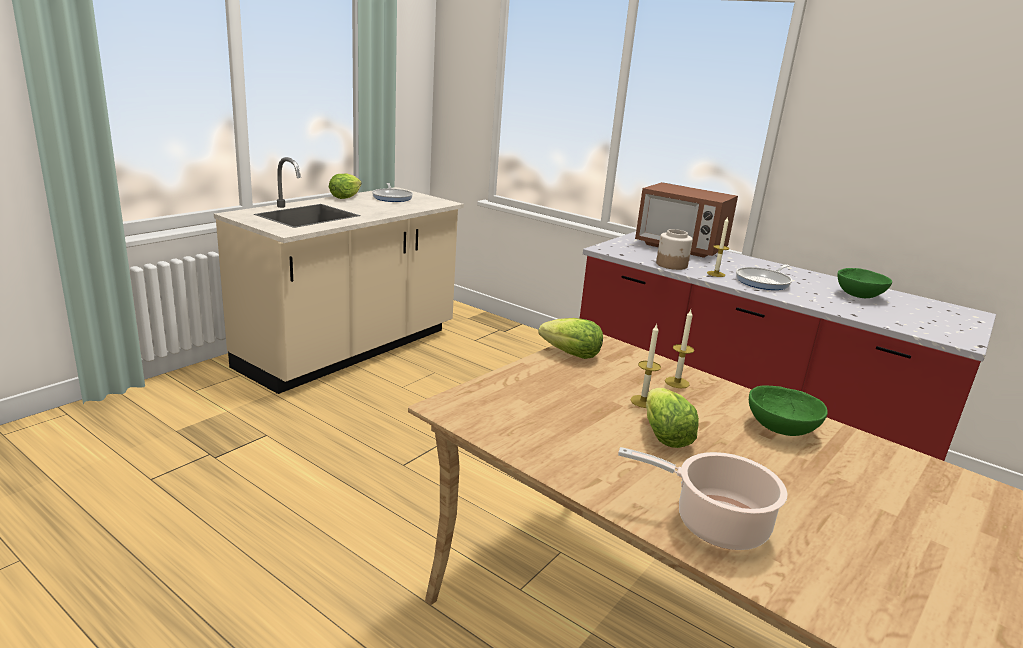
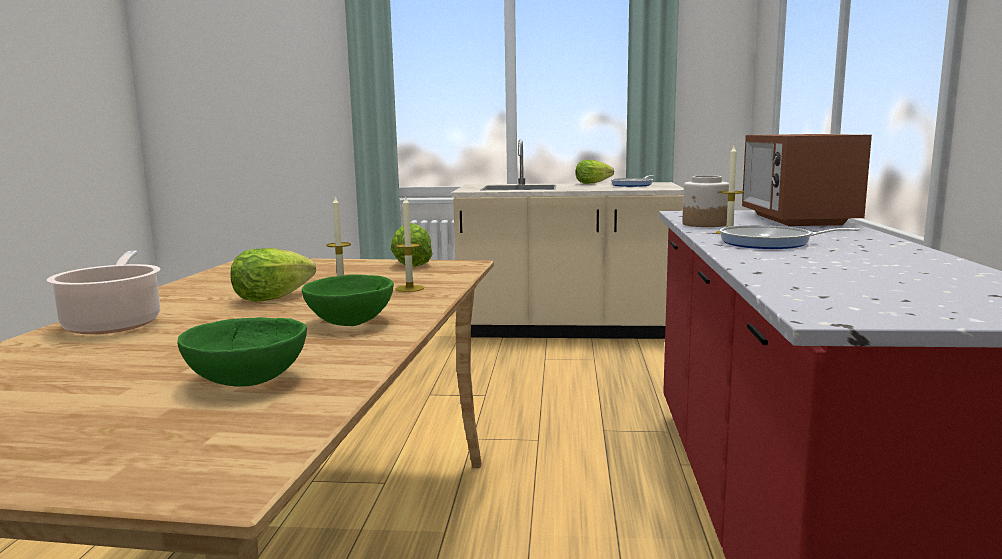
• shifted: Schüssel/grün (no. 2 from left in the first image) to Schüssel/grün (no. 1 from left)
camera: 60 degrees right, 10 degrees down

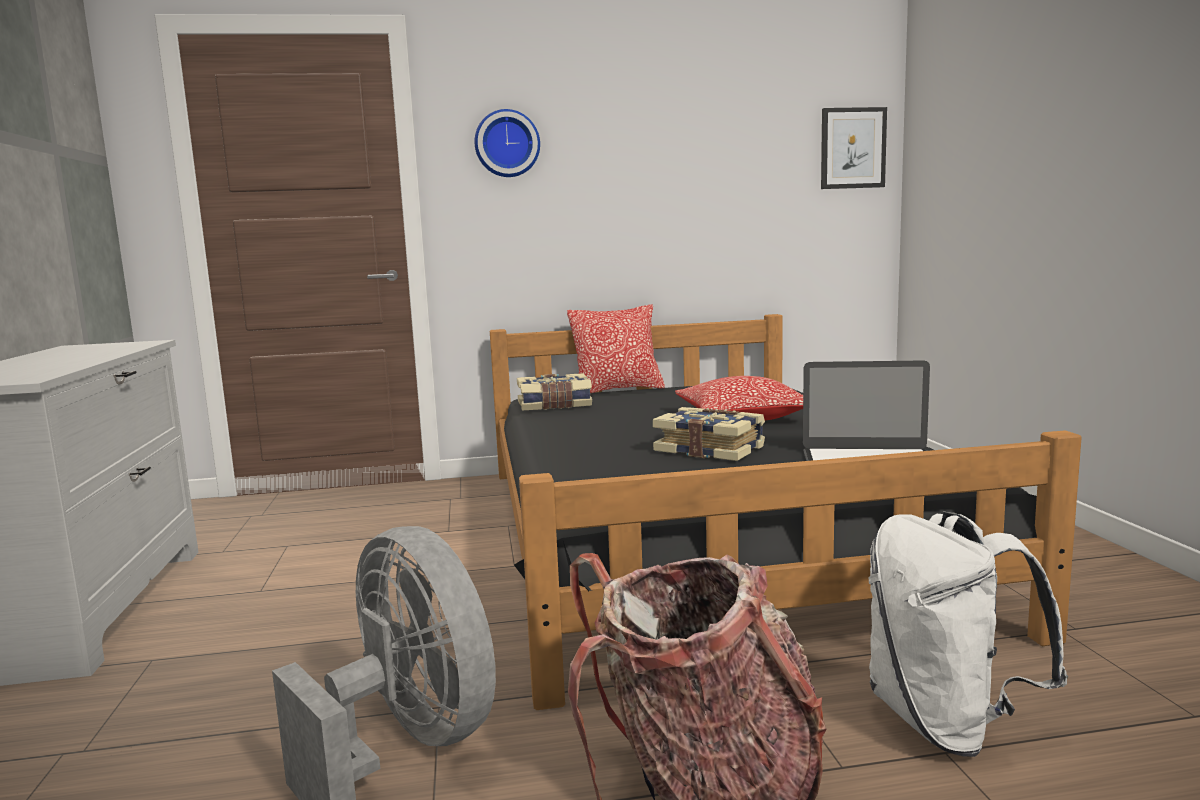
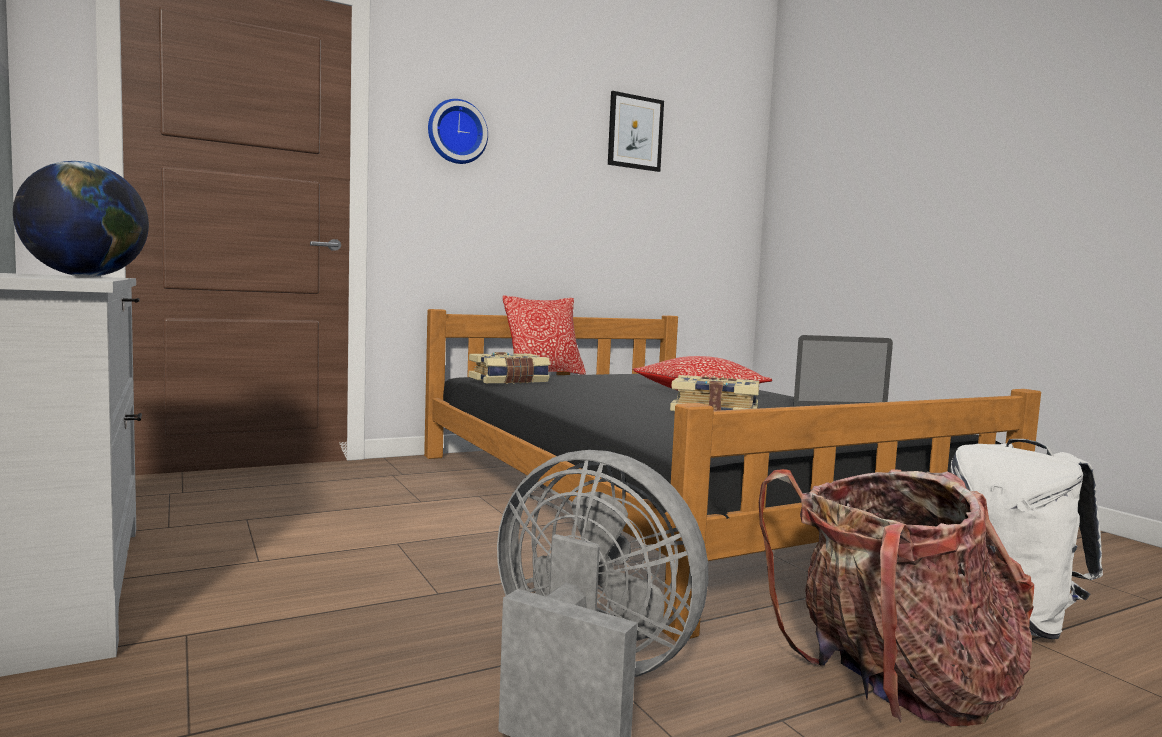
• shifted: Bild
• new: Globus
camera: 20 degrees left, 5 degrees down

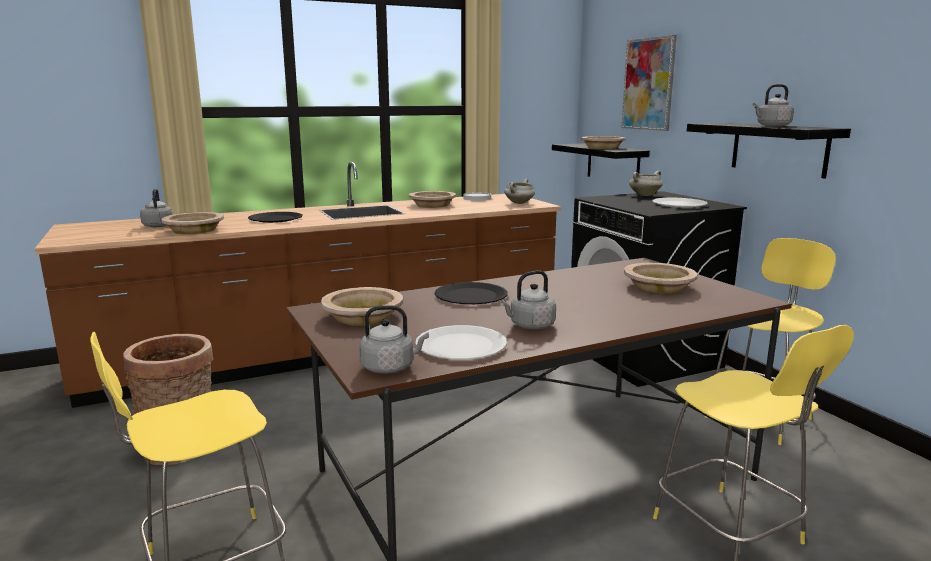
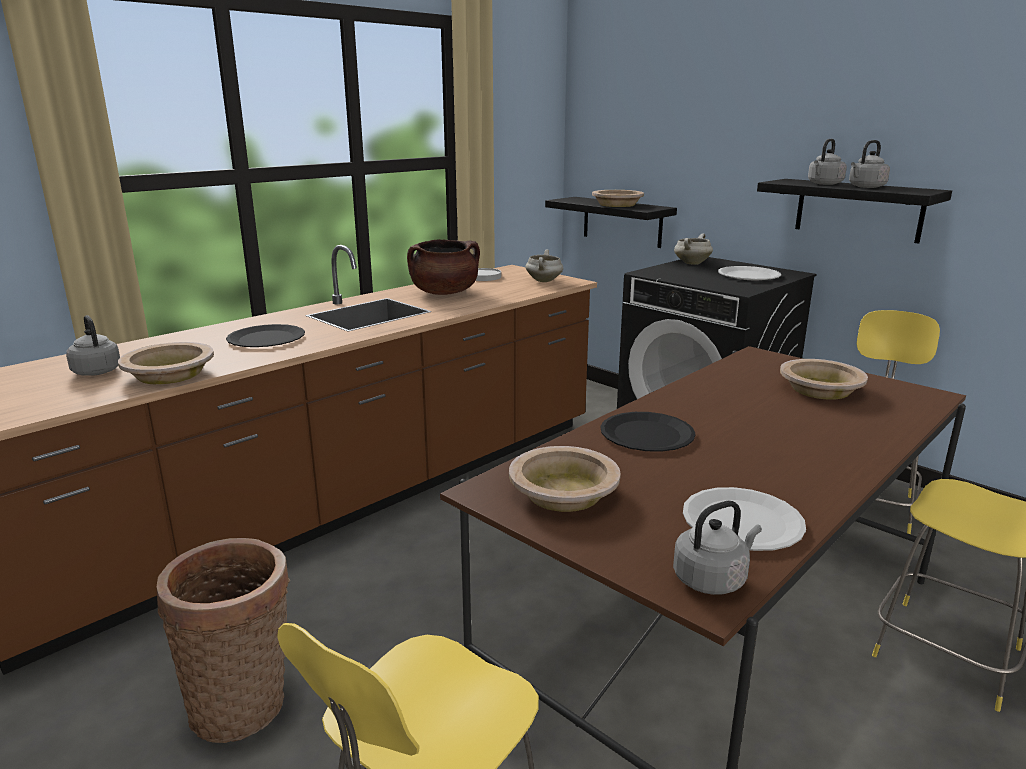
• gone: Bild
• swapped: Schüssel/beige (no. 3 from left) to Kochtopf/braun
• shifted: Wasserkessel/grau (no. 3 from left)
camera: 20 degrees left, 5 degrees up

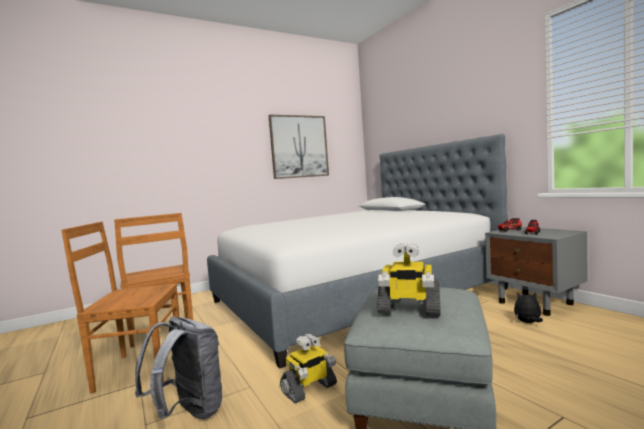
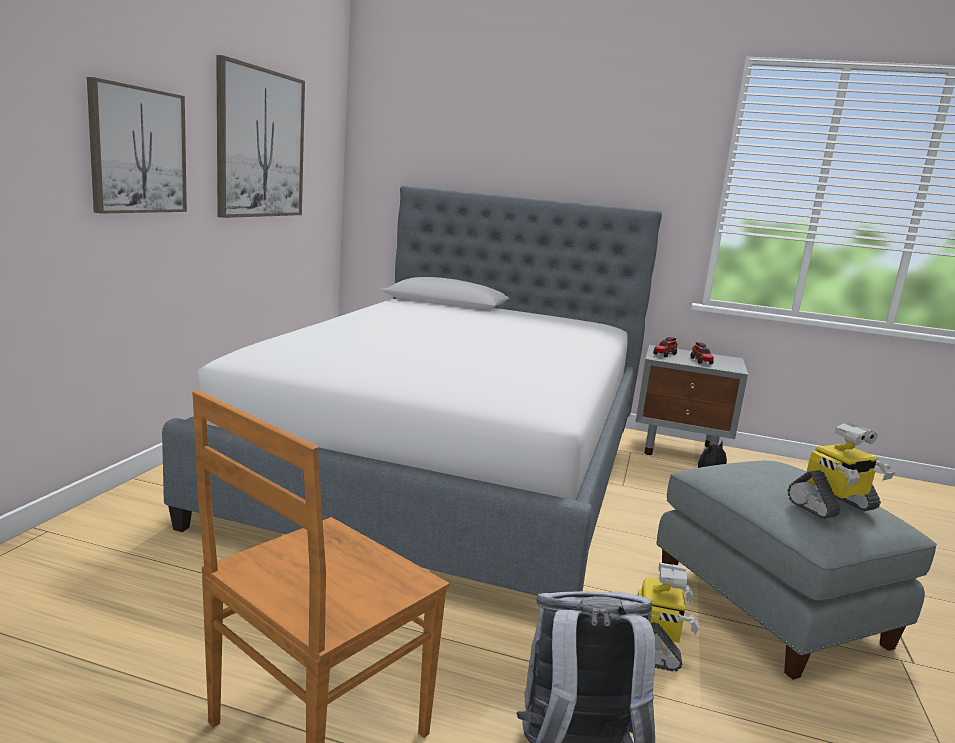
• gone: Stuhl/braun (no. 2 from left)
• new: Bild (no. 1 from left)
camera: 45 degrees left, 10 degrees up

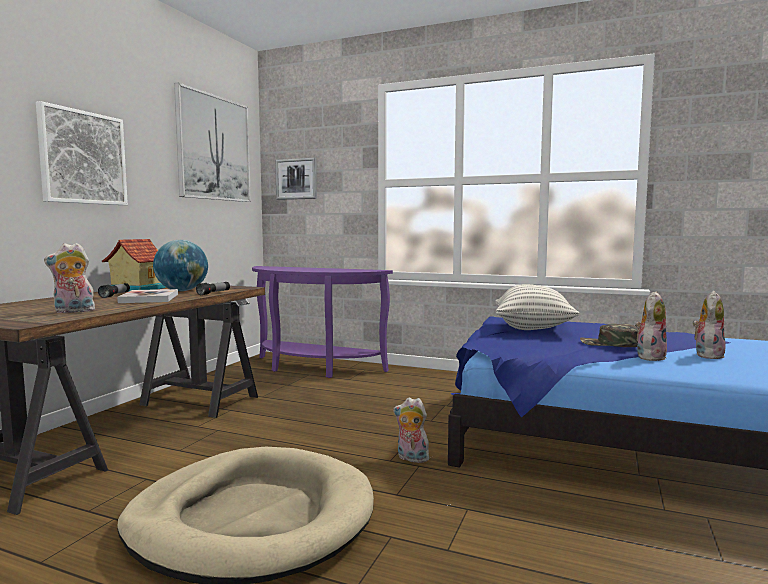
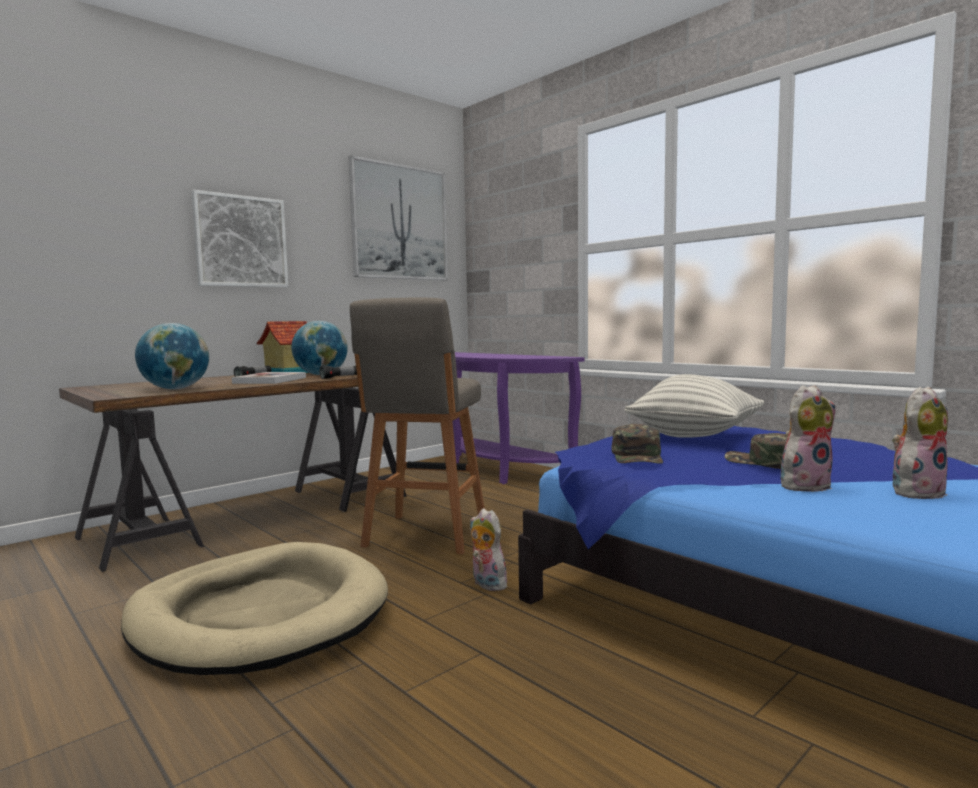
• gone: Bild (no. 3 from left)
• swapped: Plüschtier (no. 1 from left) to Globus (no. 1 from left)
• new: Hocker/grau
• new: Kappe/grün (no. 1 from left)
camera: 25 degrees right, 0 degrees up

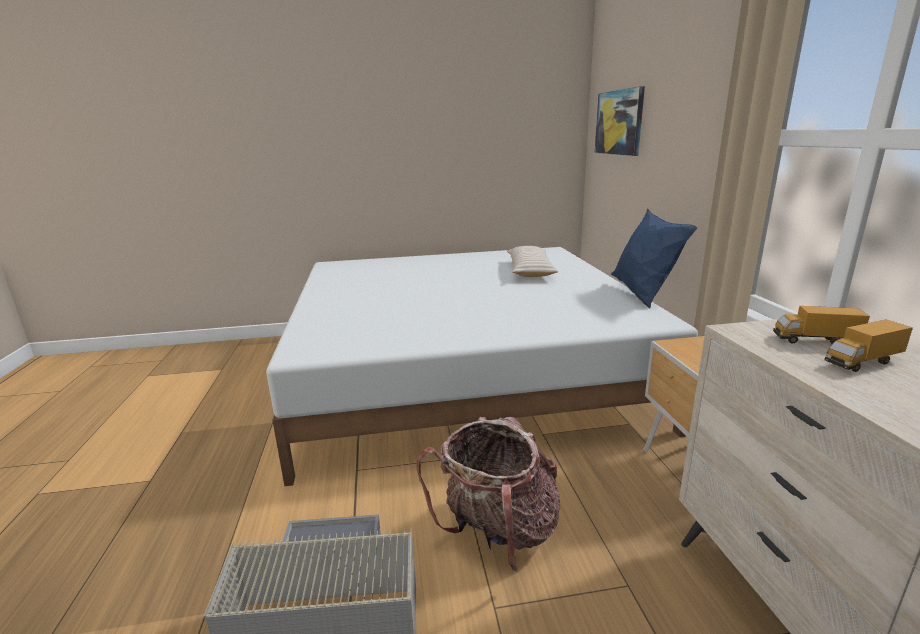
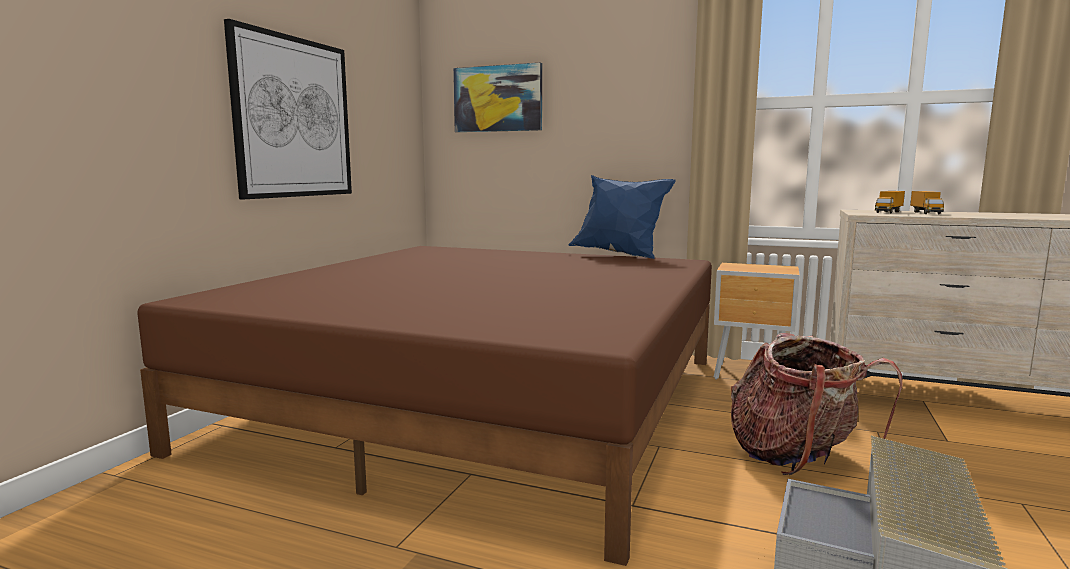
• gone: Kissen/beige
• repainted: Bett/weiß to Bett/braun
• new: Bild (no. 1 from left)
camera: 60 degrees left, 10 degrees down

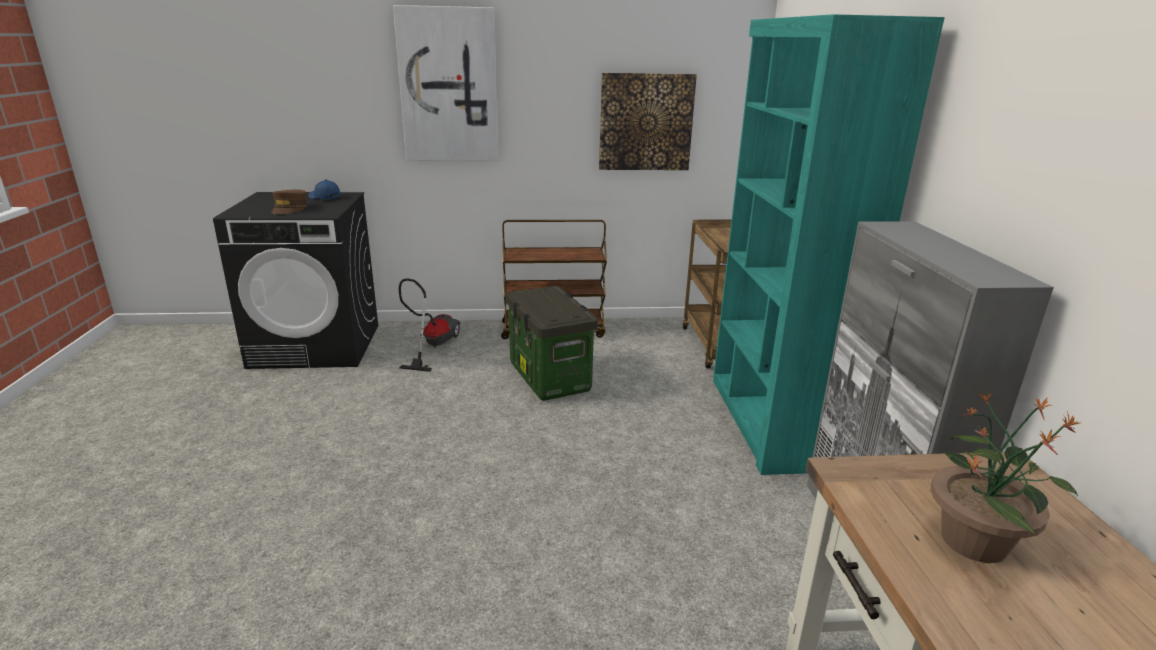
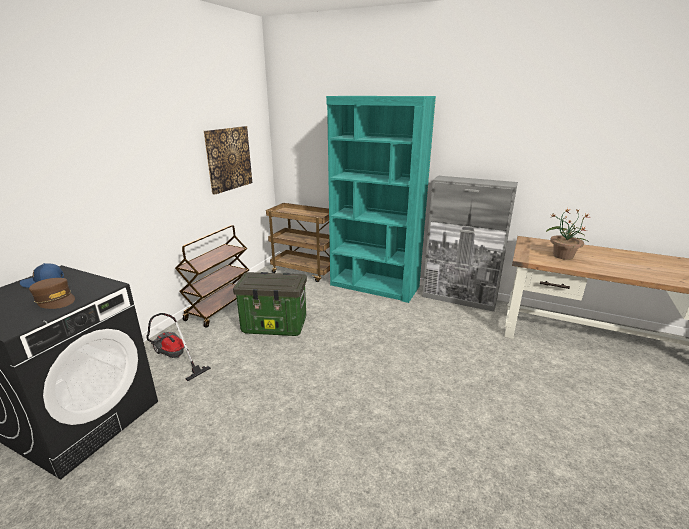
• gone: Bild (no. 1 from left)
camera: 60 degrees left, 0 degrees up

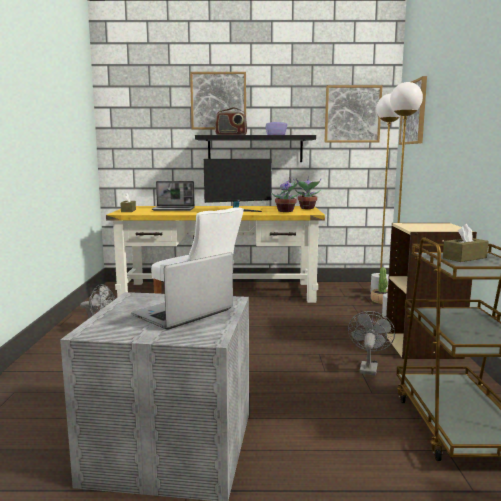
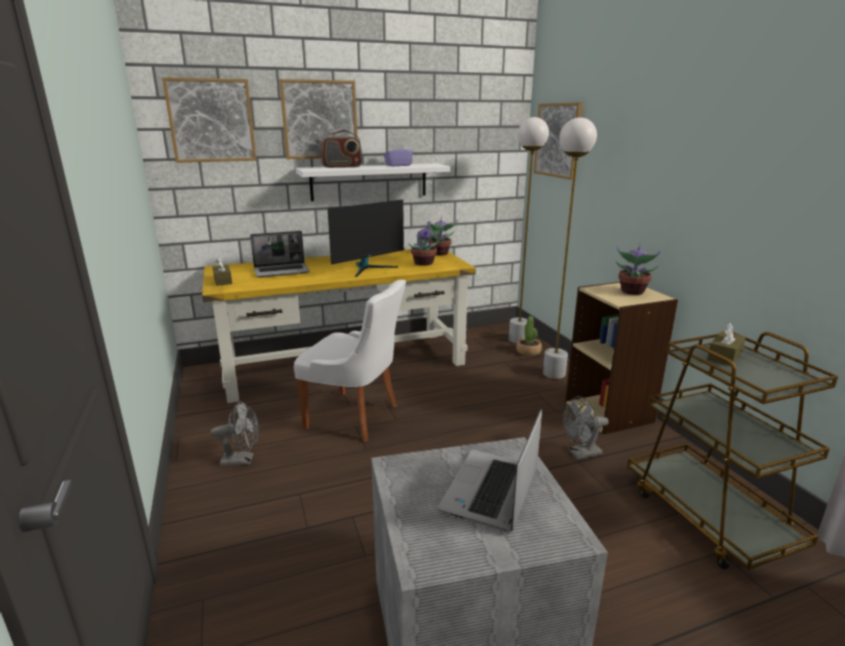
• shifted: Bild (no. 2 from left in the first image) to Bild (no. 1 from left)
• repainted: Wandregal/schwarz to Wandregal/weiß
• rotated: Ventilator/grau (no. 2 from left) 105 degrees counterclockwise
• new: Topfpflanze (no. 4 from left)
camera: 20 degrees left, 10 degrees up

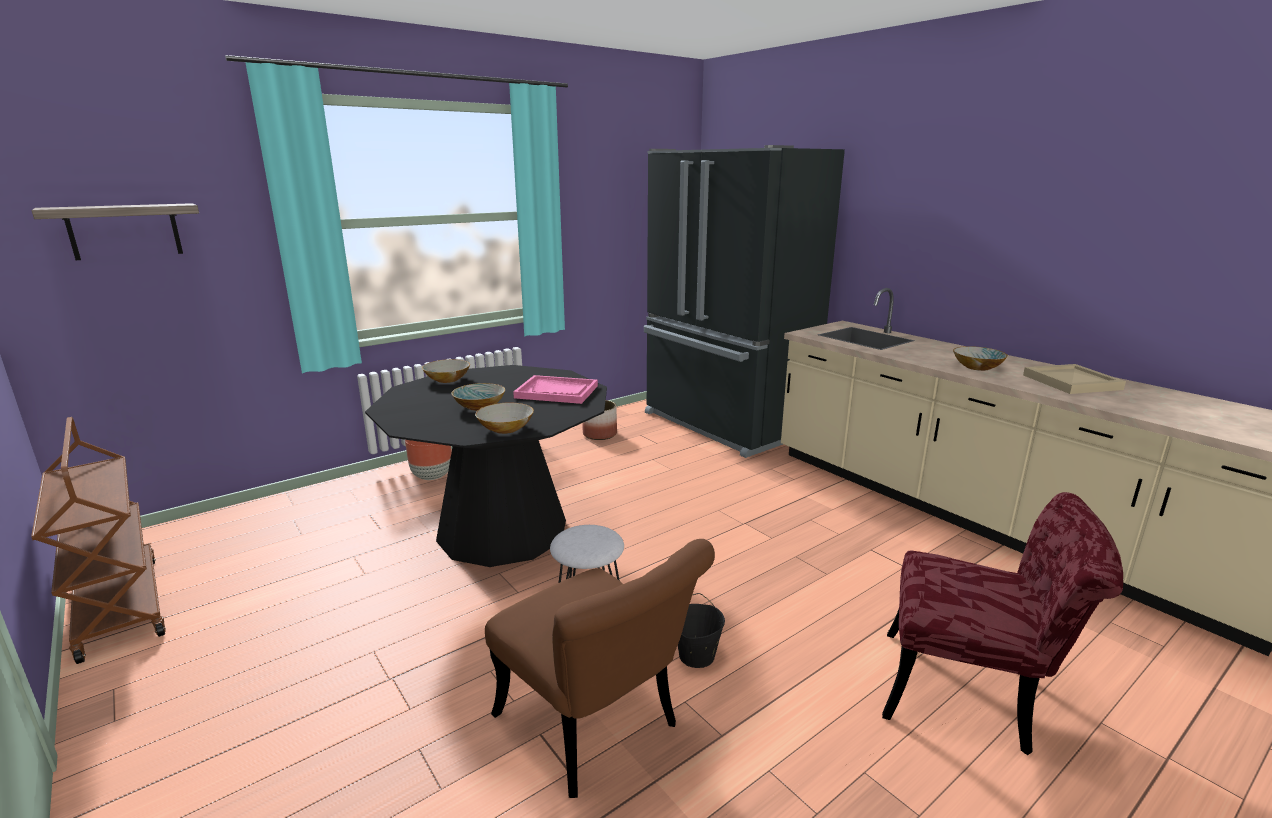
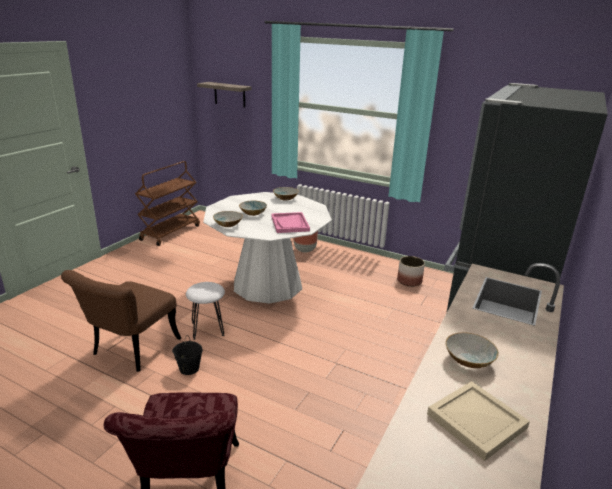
• repainted: Esstisch/schwarz to Esstisch/weiß
camera: 65 degrees right, 5 degrees up

